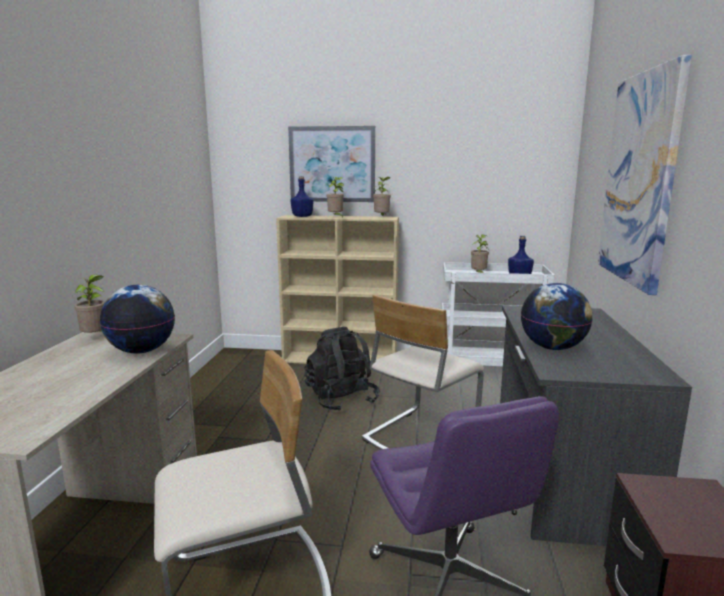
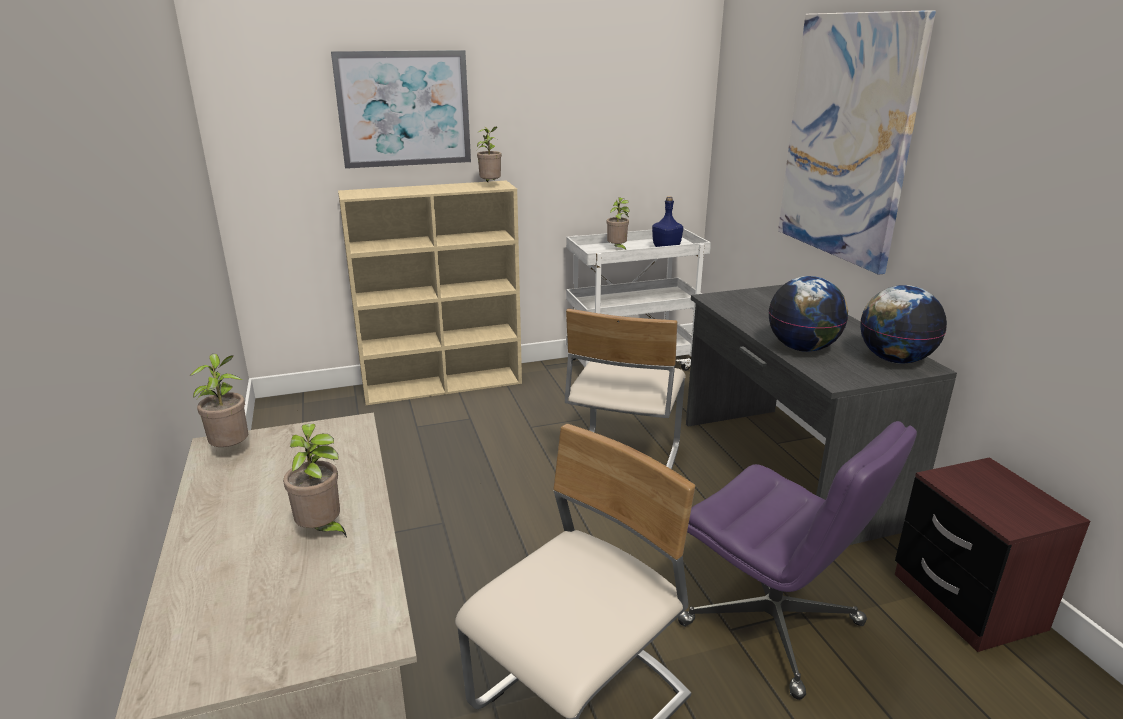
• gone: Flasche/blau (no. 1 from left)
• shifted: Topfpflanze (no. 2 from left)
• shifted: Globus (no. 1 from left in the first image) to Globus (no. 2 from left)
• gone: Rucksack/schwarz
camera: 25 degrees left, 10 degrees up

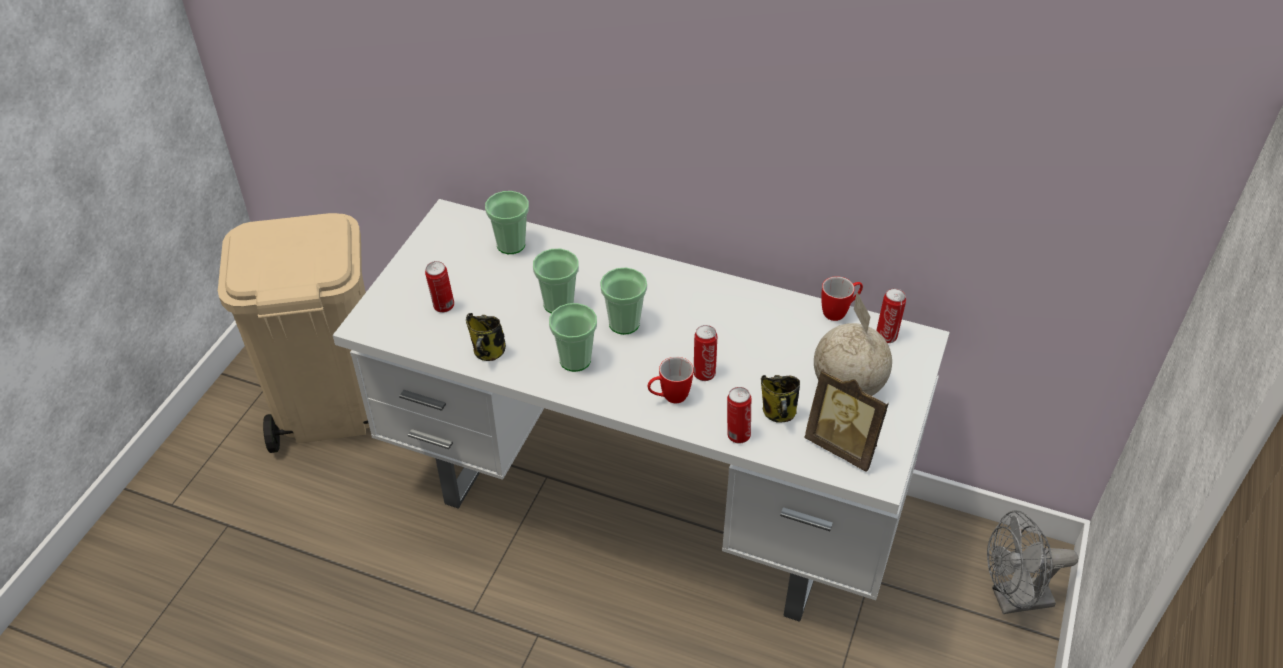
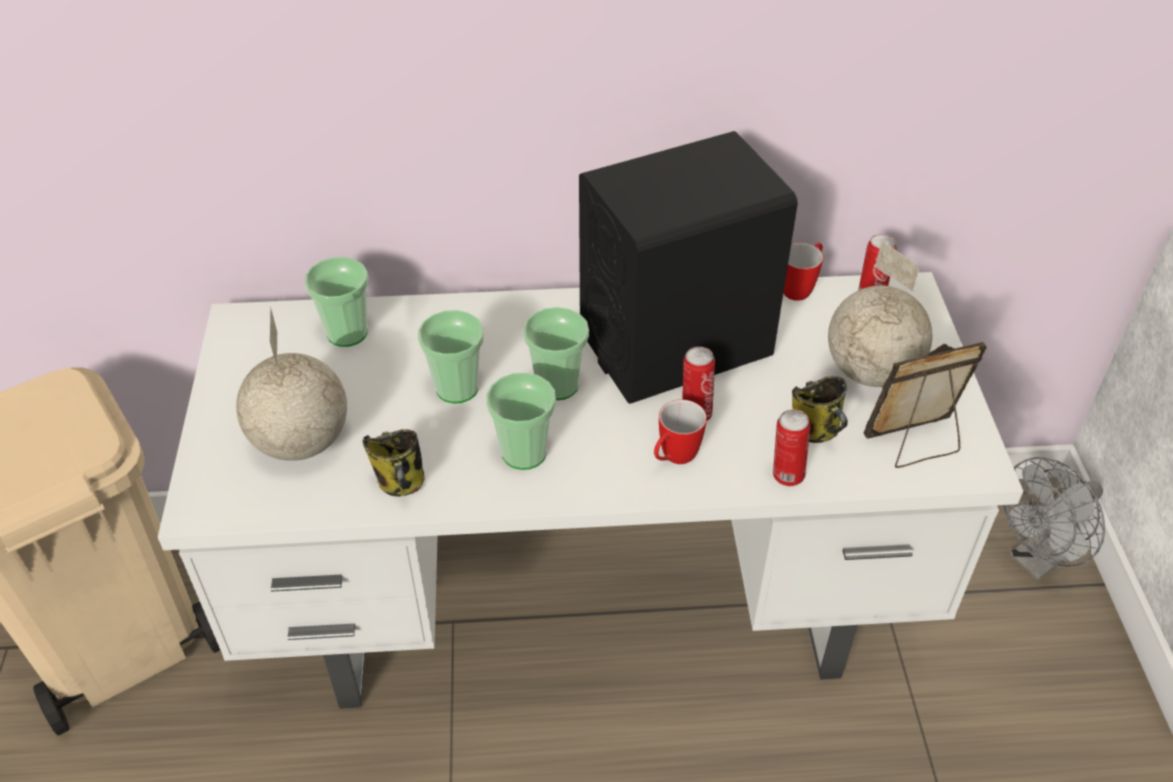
• swapped: Dose (no. 1 from left) to Globus (no. 1 from left)
• rotated: Bilderrahmen 150 degrees clockwise
• new: Lautsprecher/schwarz
camera: 25 degrees left, 0 degrees up

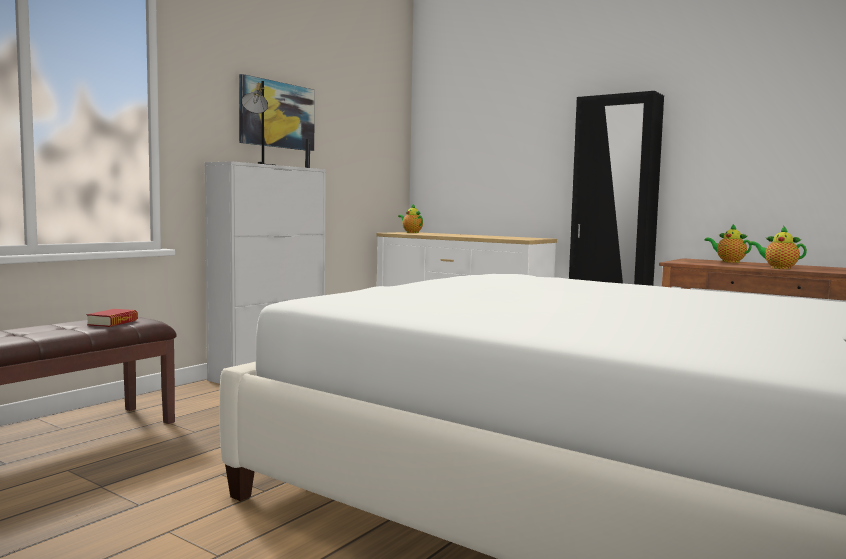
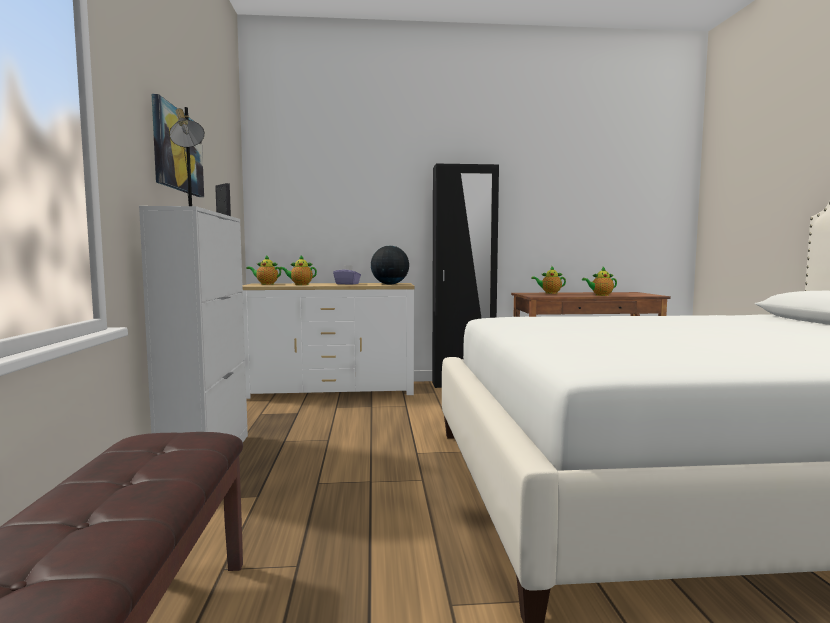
• gone: Buch
• new: Globus
• new: Teekanne (no. 2 from left)
• new: Taschentuchbox/lila
camera: 40 degrees left, 0 degrees up

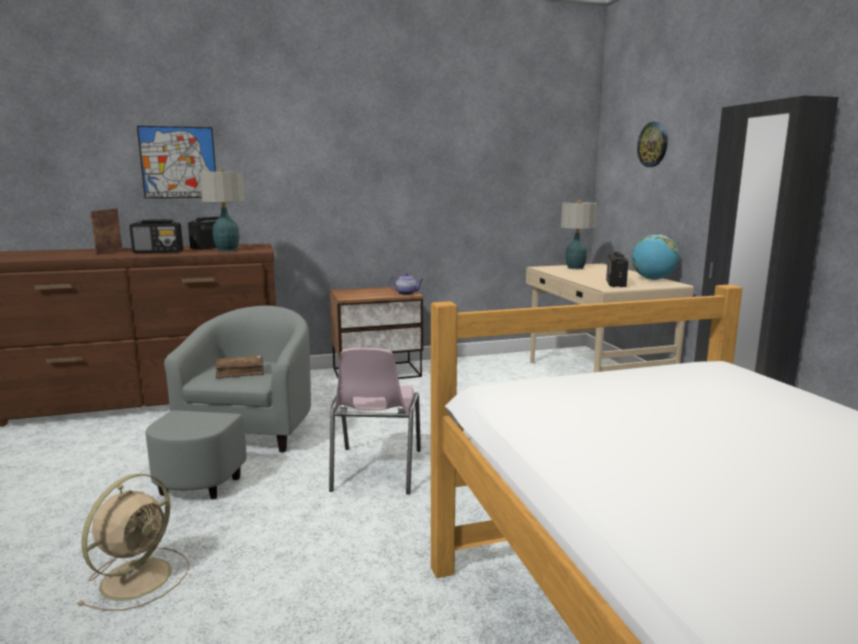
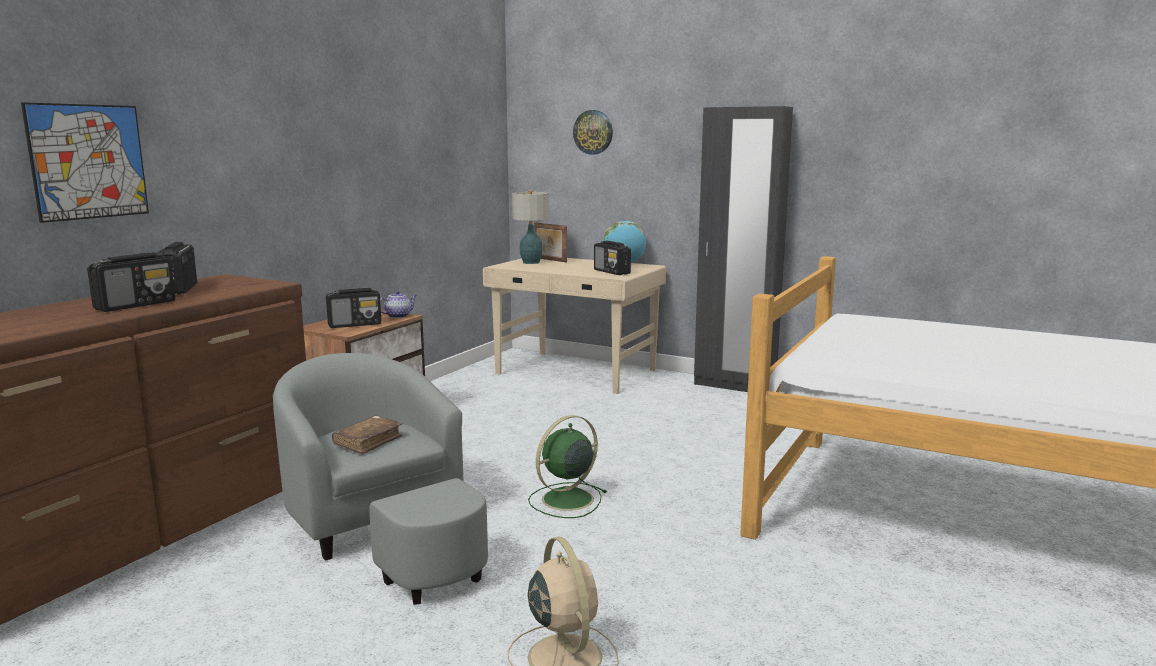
• gone: Tischlampe (no. 1 from left)
• shifted: Bilderrahmen
• swapped: Stuhl/rosa to Ventilator/grün
• new: Radio (no. 3 from left)
camera: 45 degrees left, 0 degrees up

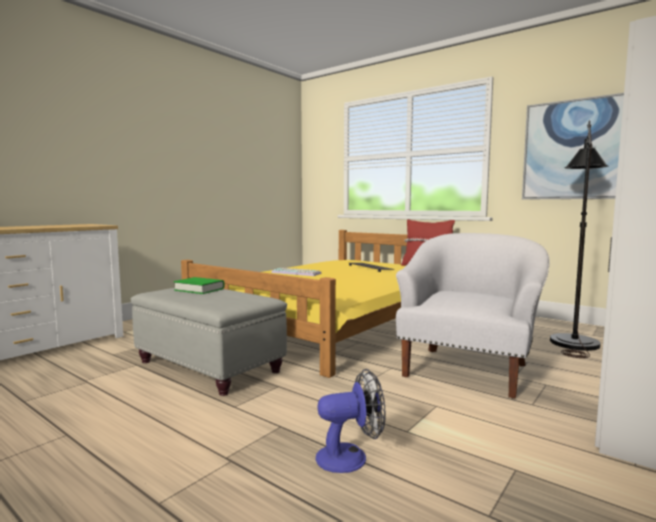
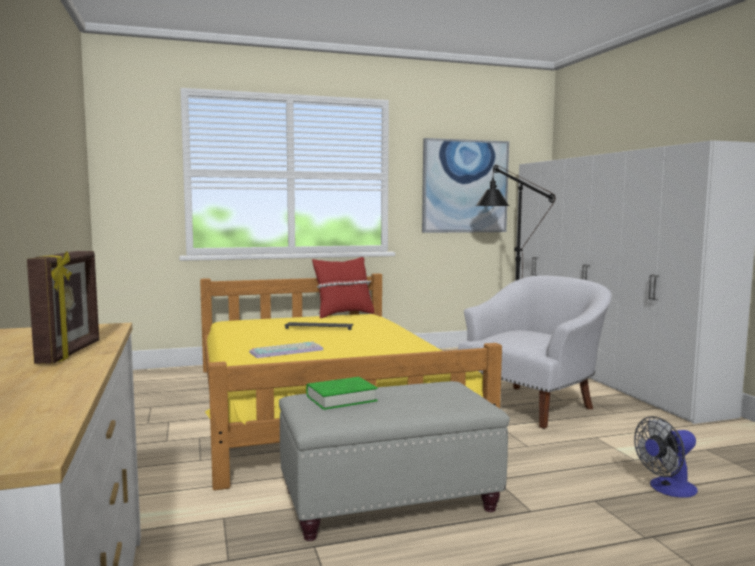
• rotated: Sessel/weiß 75 degrees clockwise
• rotated: Ventilator 135 degrees counterclockwise
• new: Bilderrahmen
camera: 55 degrees left, 0 degrees up

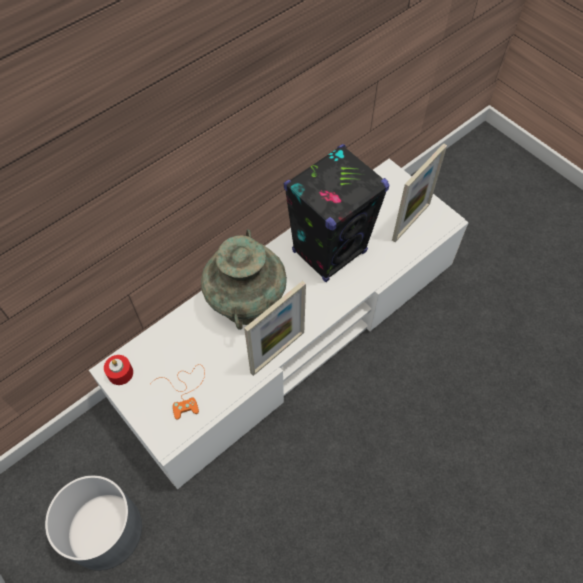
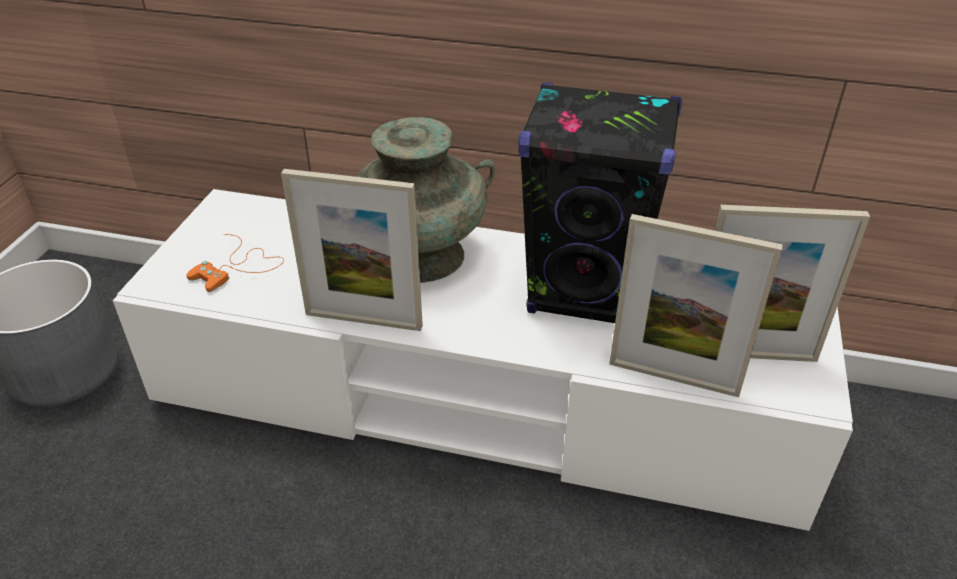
• gone: Kerze/rot
• new: Bilderrahmen (no. 2 from left)
camera: 55 degrees right, 20 degrees down

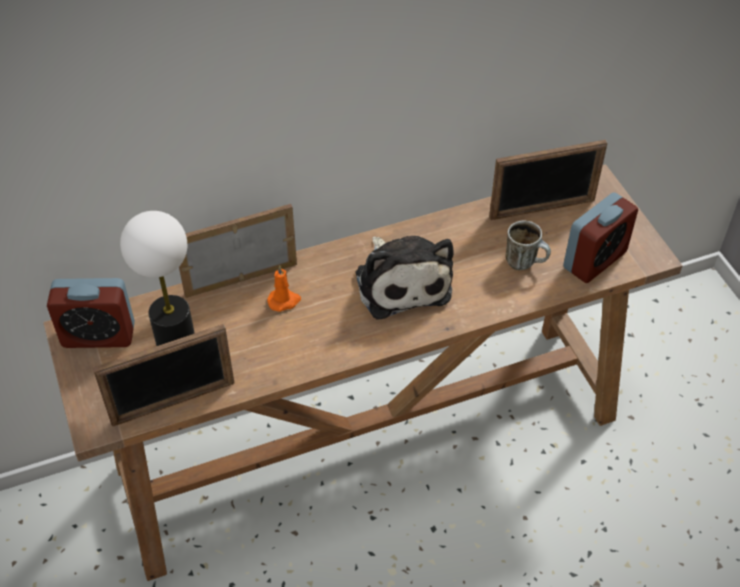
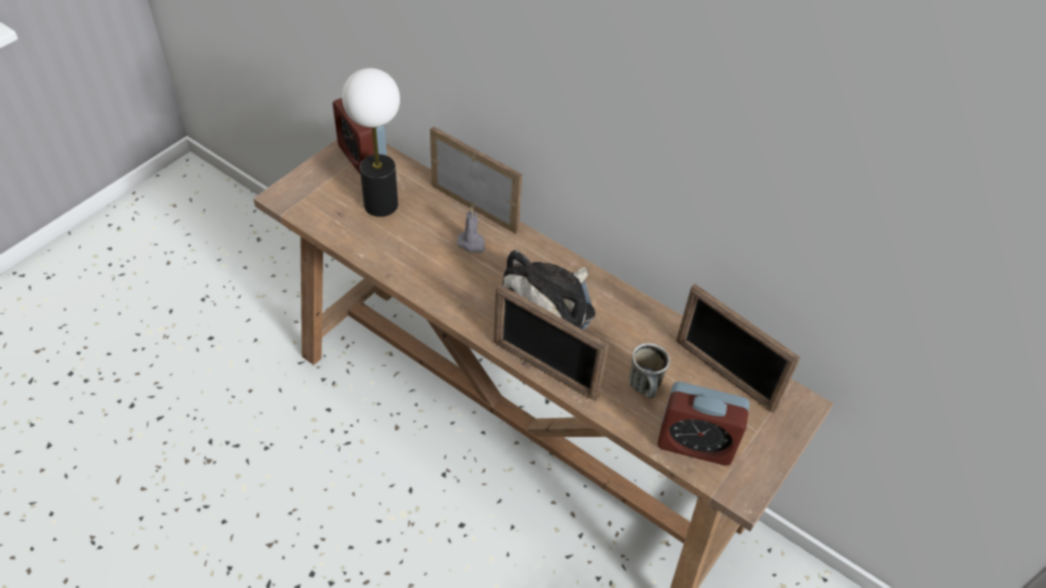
• repainted: Kerze/orange to Kerze/grau
• shifted: Bilderrahmen (no. 1 from left in the first image) to Bilderrahmen (no. 2 from left)
camera: 55 degrees right, 0 degrees up

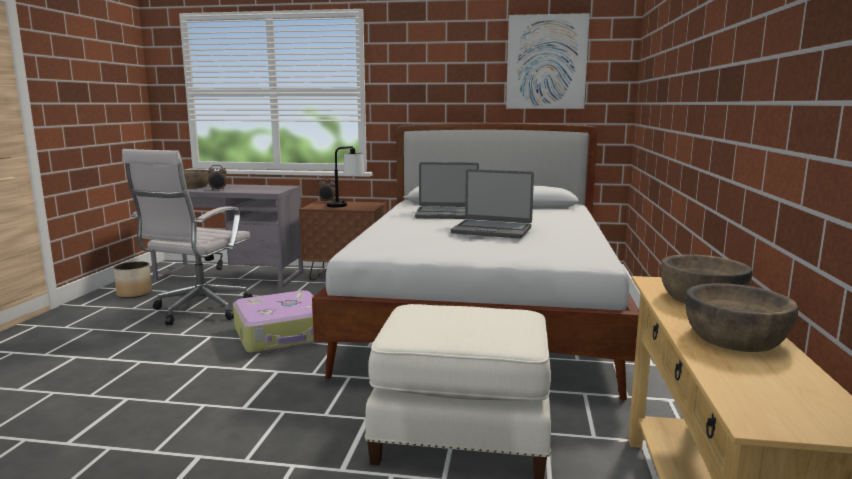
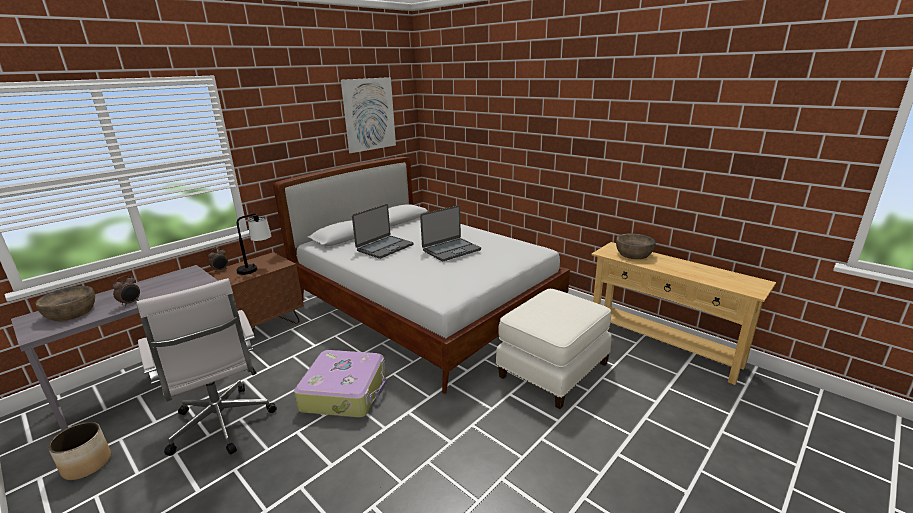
• gone: Schüssel/braun (no. 3 from left)
camera: 55 degrees left, 10 degrees up

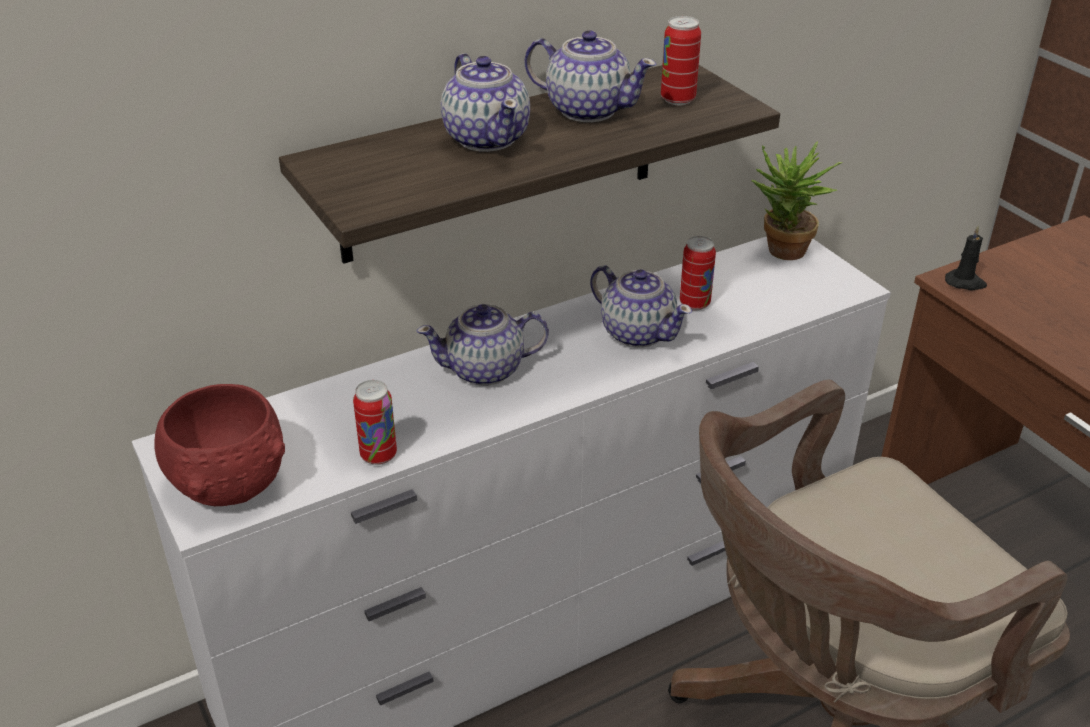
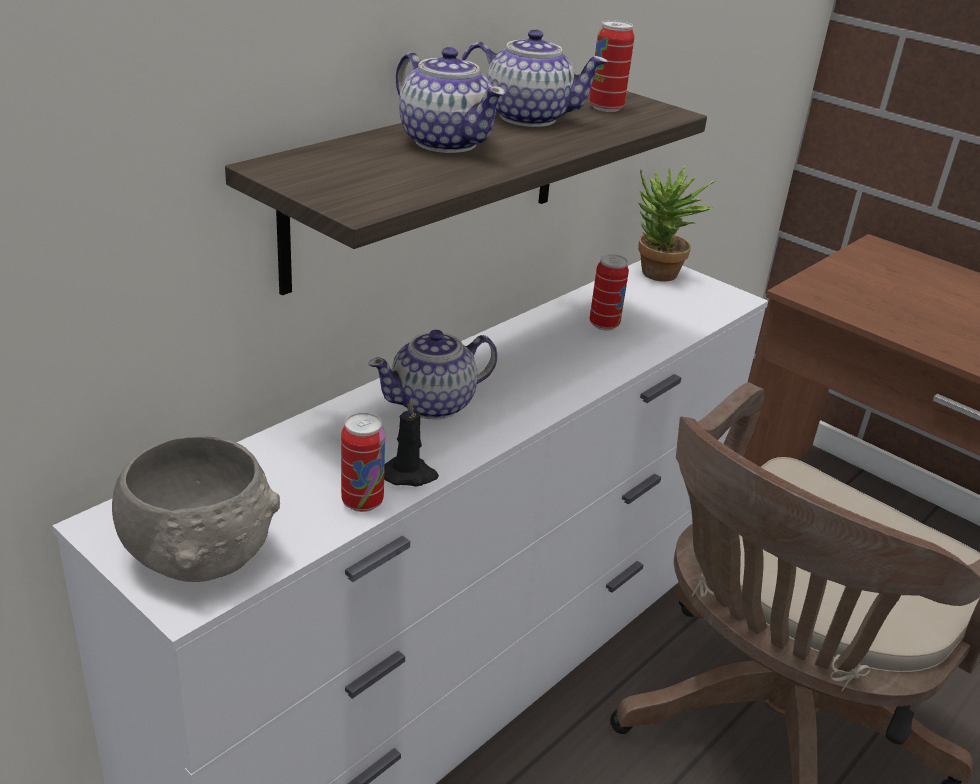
• shifted: Kerze/schwarz
• gone: Teekanne (no. 4 from left)
• repainted: Schüssel/rot to Schüssel/grau
camera: 20 degrees left, 5 degrees down

